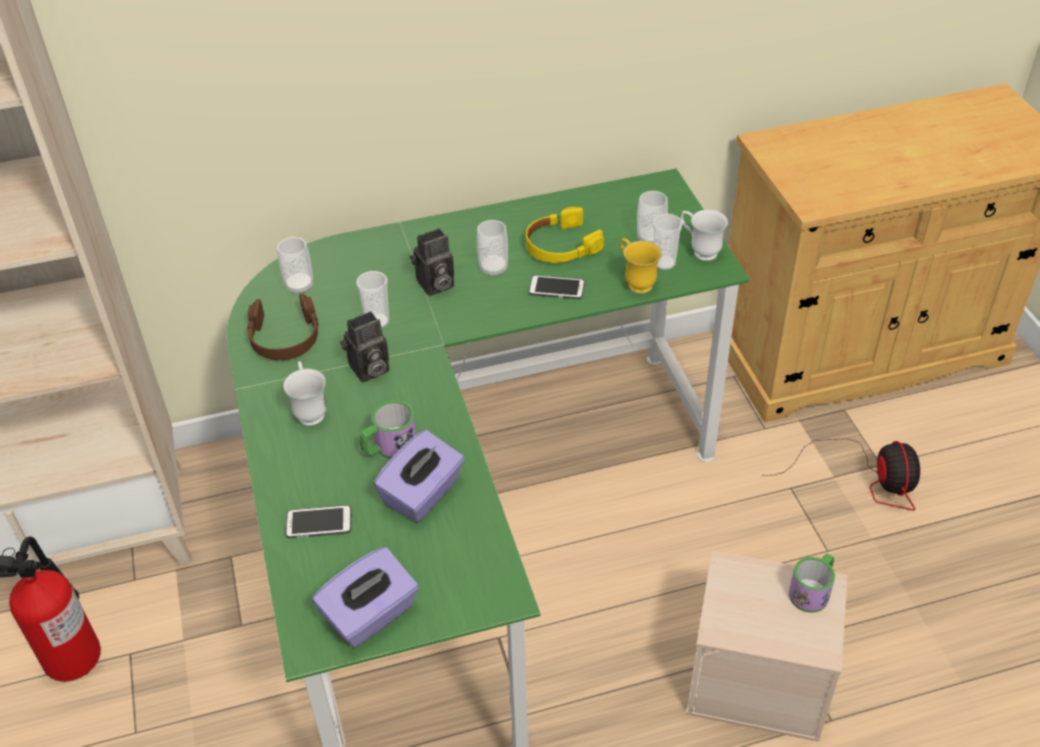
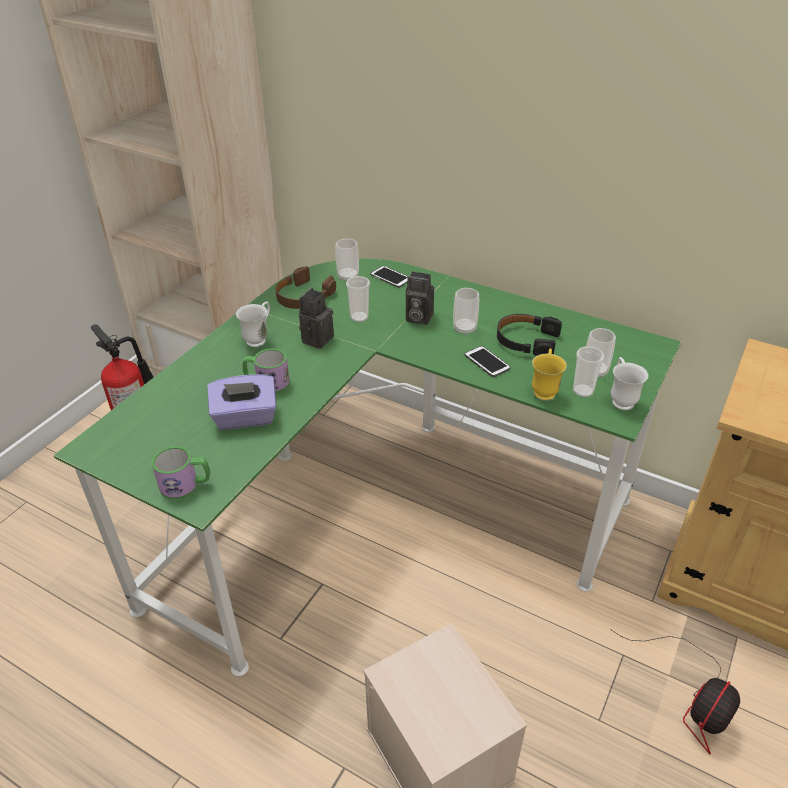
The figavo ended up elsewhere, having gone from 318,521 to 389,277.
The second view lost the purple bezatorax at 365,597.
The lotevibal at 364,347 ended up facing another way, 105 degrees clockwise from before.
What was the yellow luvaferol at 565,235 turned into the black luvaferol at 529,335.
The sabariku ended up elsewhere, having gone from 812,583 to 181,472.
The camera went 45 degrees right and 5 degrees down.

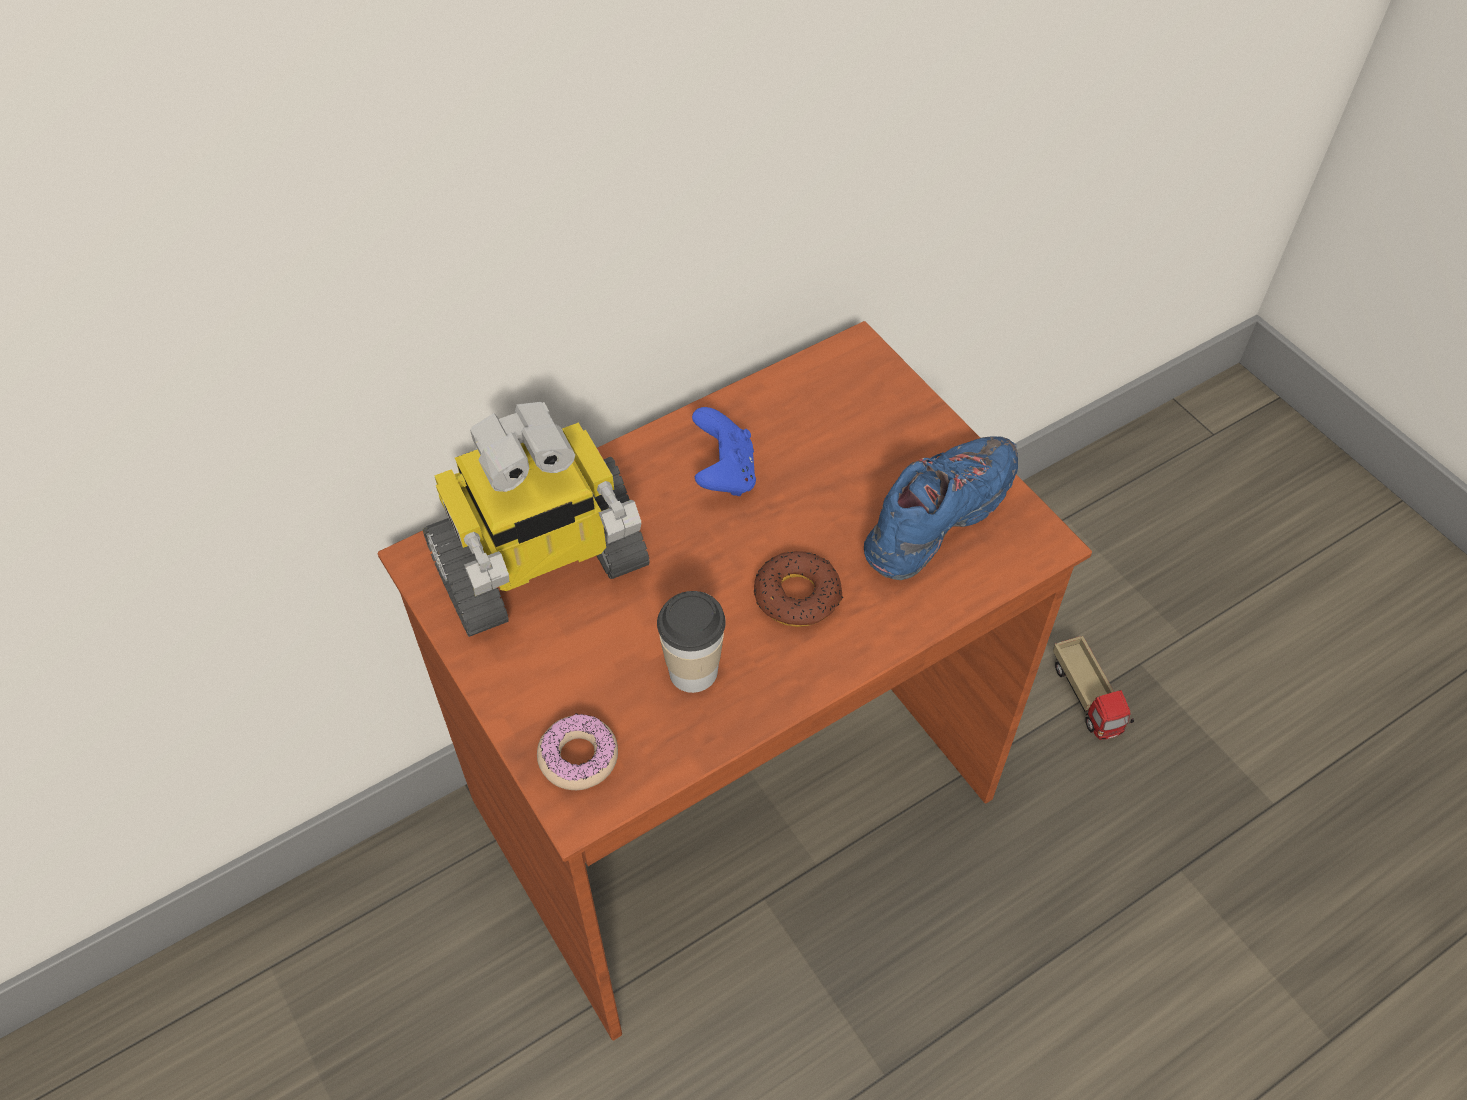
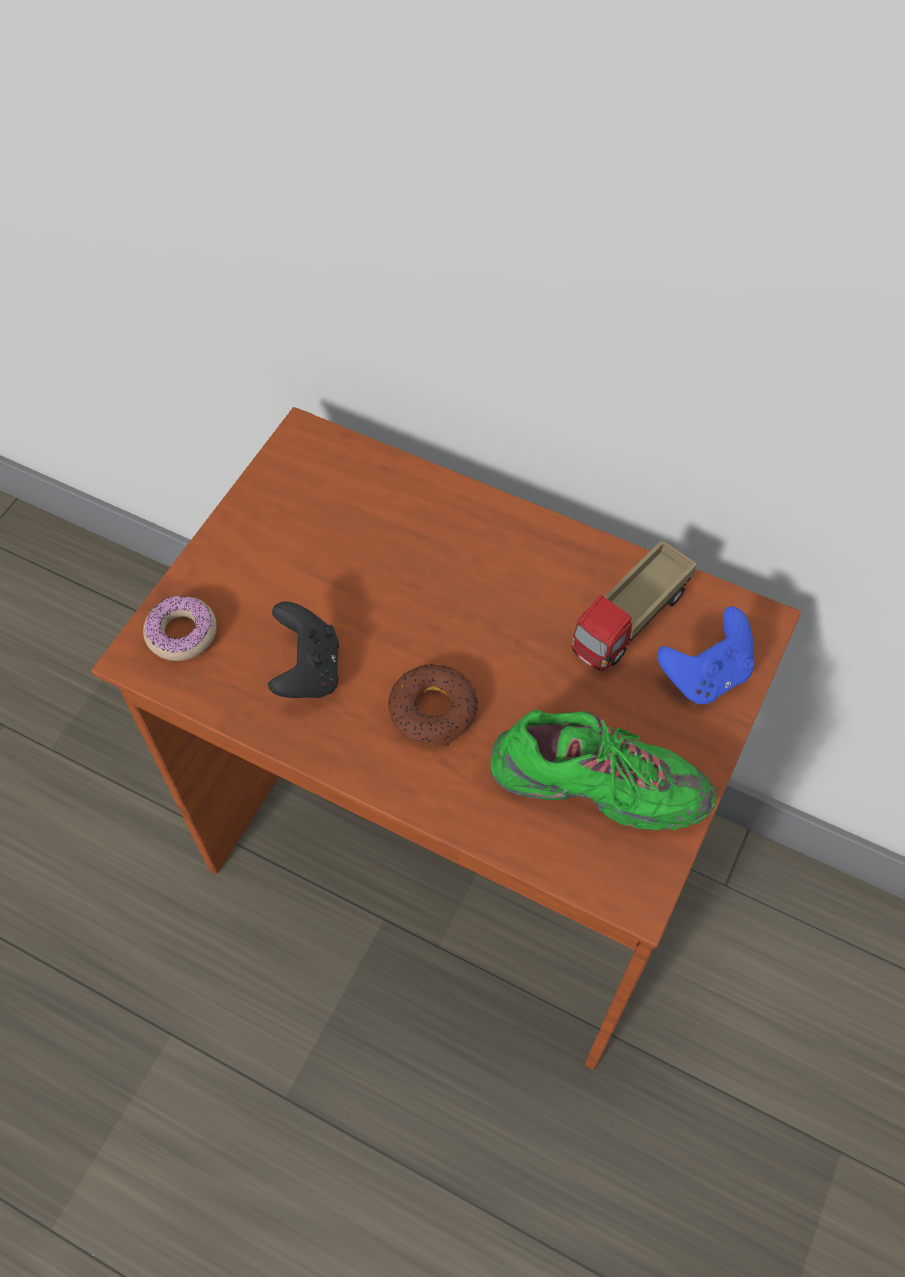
The second view lost the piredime at 536,519.
Where the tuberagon stood at 691,642, the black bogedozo came to stand at 303,649.
The blue bogedozo ended up elsewhere, having gone from 724,451 to 705,655.
What was the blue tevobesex at 941,508 turned into the green tevobesex at 604,770.
The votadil ended up elsewhere, having gone from 1093,688 to 634,605.
The camera went 60 degrees right and 5 degrees up.

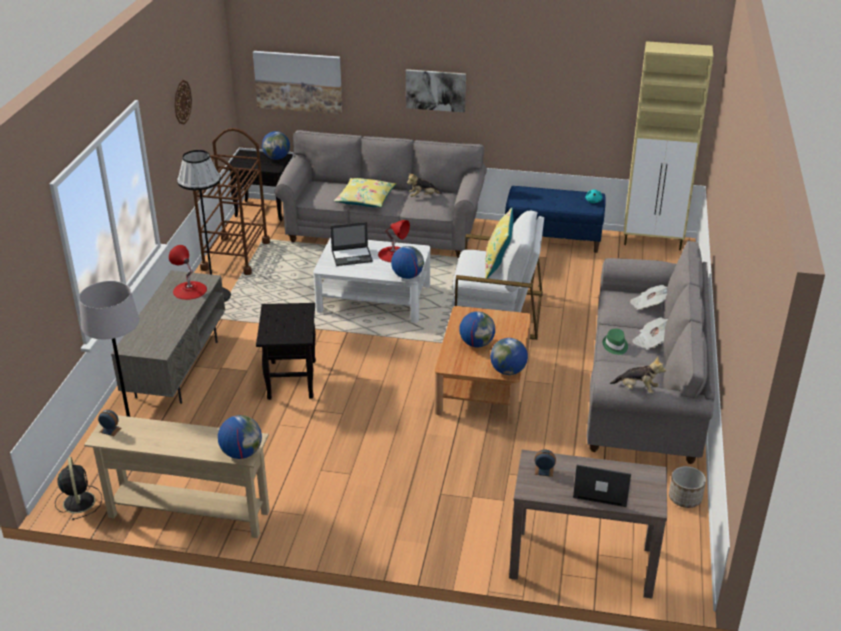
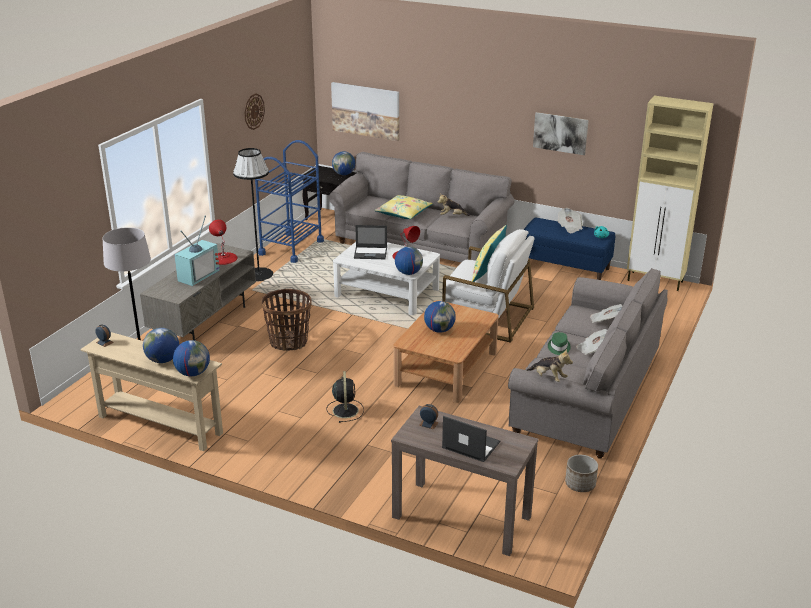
The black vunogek ended up elsewhere, having gone from 78,488 to 345,397.
What was the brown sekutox at 231,201 turned into the blue sekutox at 289,201.
Where the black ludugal stood at 286,351, the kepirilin came to stand at 286,320.
The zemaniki ended up elsewhere, having gone from 436,91 to 561,133.
The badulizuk ended up elsewhere, having gone from 509,356 to 161,345.
The second view gained the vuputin at 197,250.
The second view gained the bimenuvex at 570,221.
The camera went 15 degrees right and 5 degrees down.

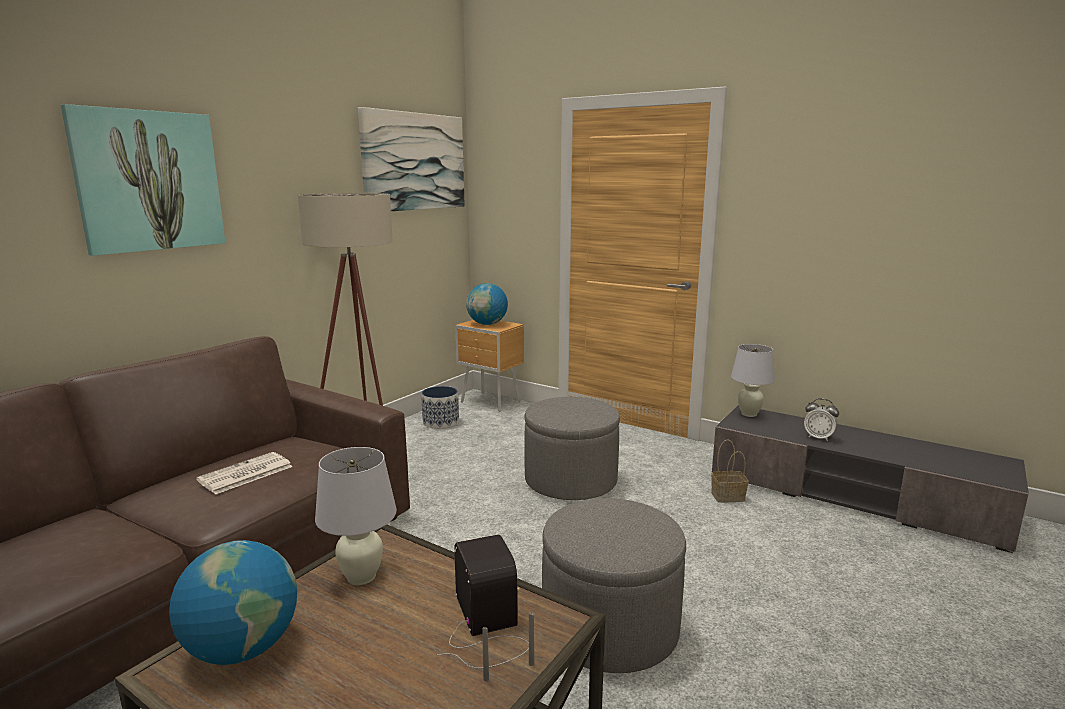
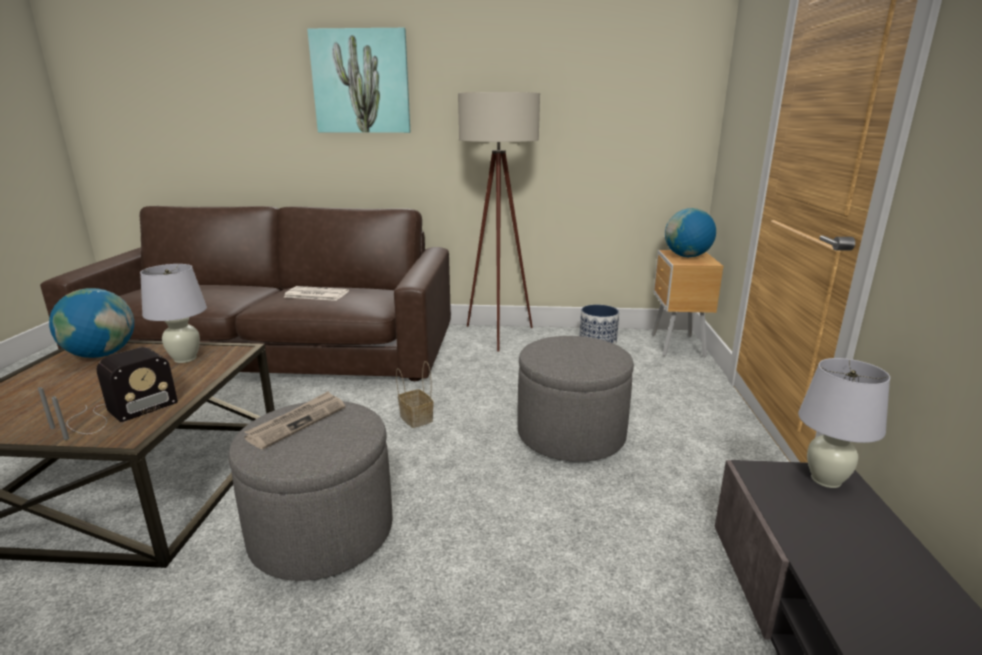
The second view lost the zemaniki at 411,159.
The kepirilin ended up elsewhere, having gone from 729,470 to 415,394.
The second view lost the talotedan at 821,420.
The second view gained the bimenuvex at 294,420.
The camera went 60 degrees right and 5 degrees up.

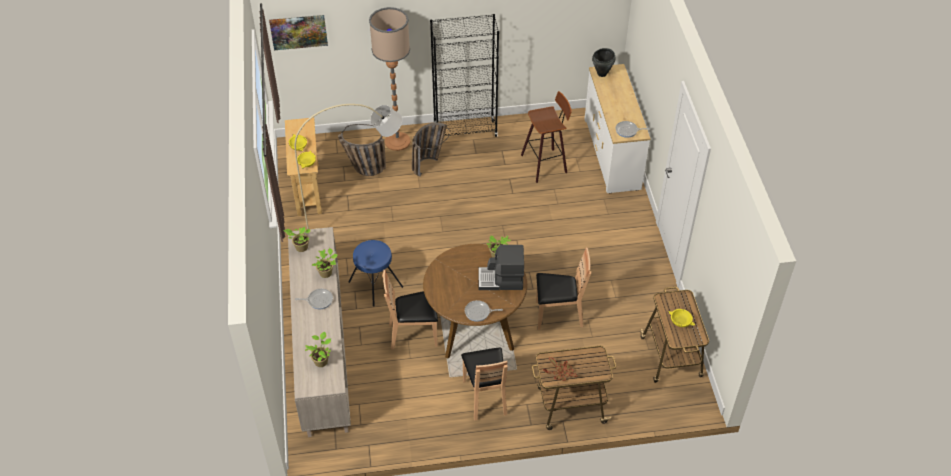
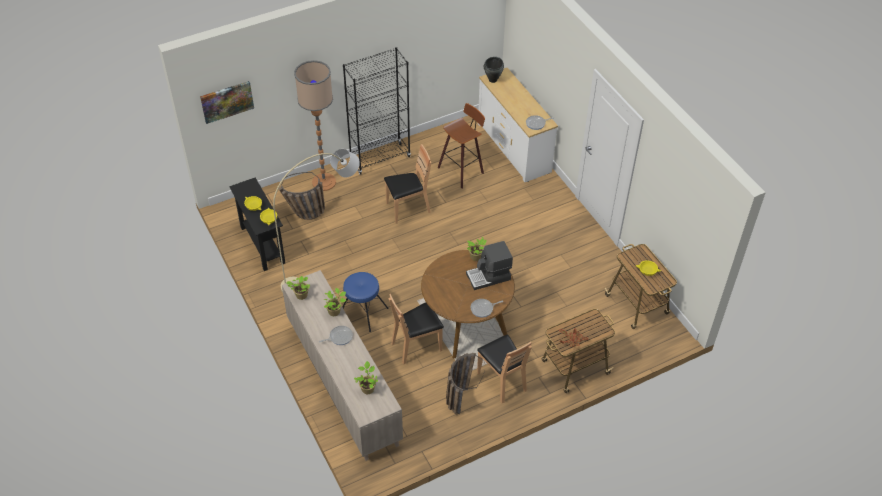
What was the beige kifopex at 303,166 turned into the black kifopex at 257,224.
The kepirilin ended up elsewhere, having gone from 431,149 to 465,383.
The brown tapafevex ended up elsewhere, having gone from 563,289 to 407,184.
The camera went 20 degrees left and 0 degrees up.

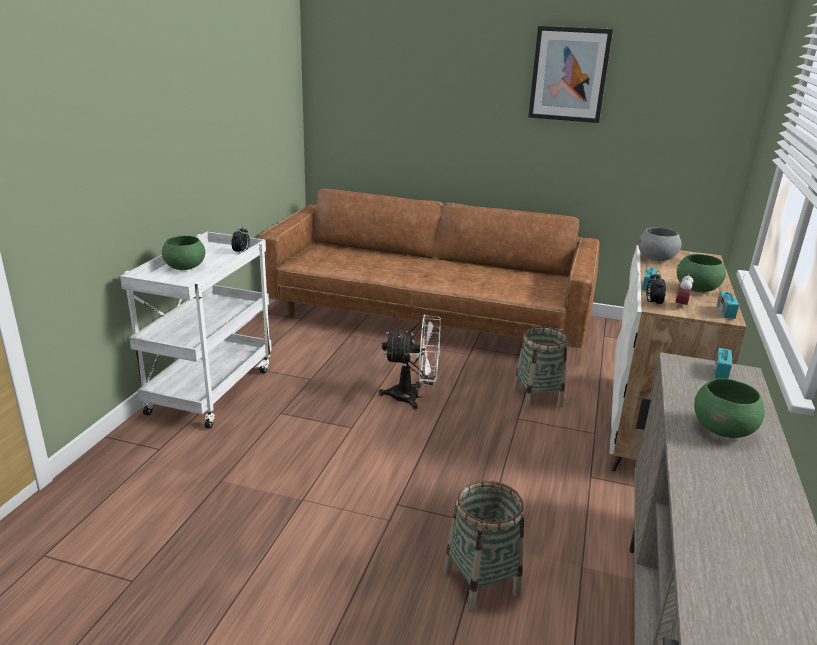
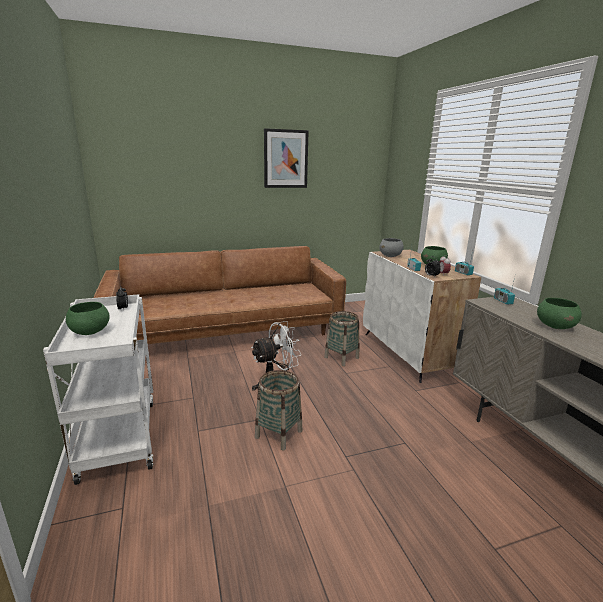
The kepirilin ended up elsewhere, having gone from 484,546 to 278,410.
The camera went 35 degrees left and 5 degrees down.

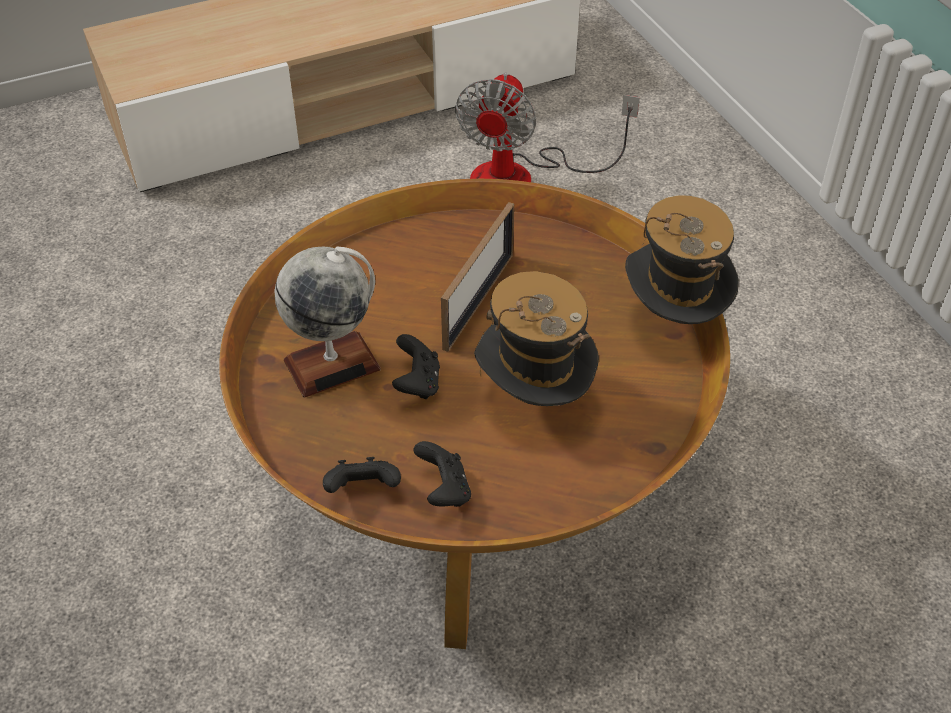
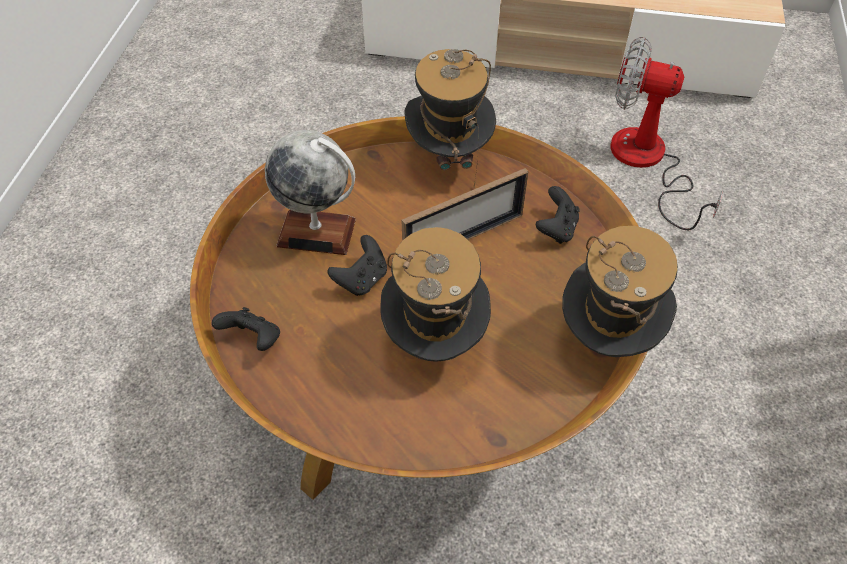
The black bogedozo ended up elsewhere, having gone from 442,474 to 558,215.
The vunogek at 547,127 ended up facing another way, 60 degrees clockwise from before.
The second view gained the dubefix at 450,118.
The camera went 35 degrees right and 5 degrees up.

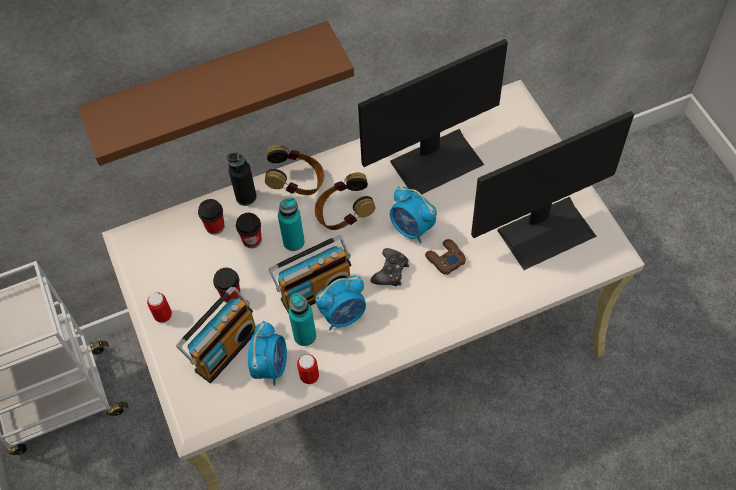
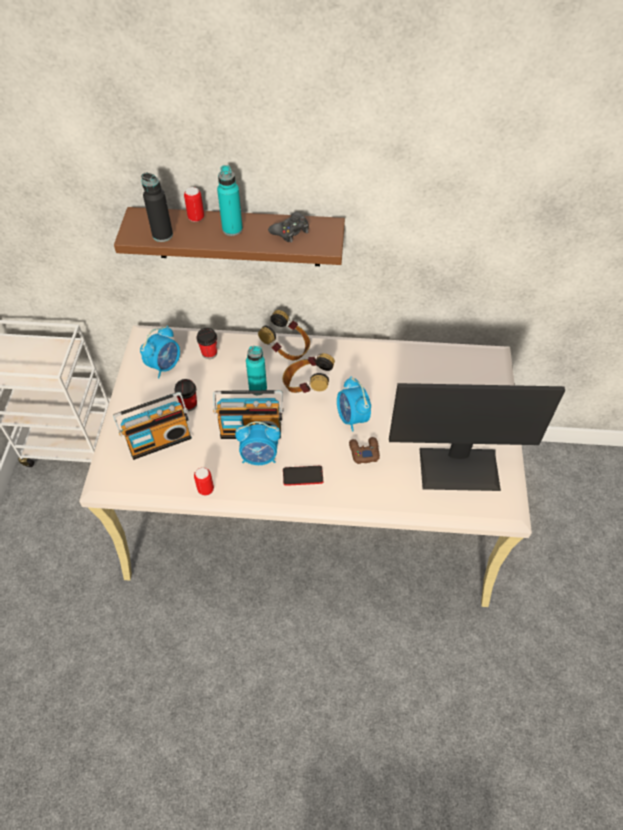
The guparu ended up elsewhere, having gone from 159,307 to 194,204.
The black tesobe ended up elsewhere, having gone from 242,179 to 157,207.
The second view lost the tuberagon at 249,230.
The talotedan ended up elsewhere, having gone from 267,353 to 160,351.
The turquoise tesobe ended up elsewhere, having gone from 302,319 to 230,200.
The second view lost the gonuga at 433,116.
The black bogedozo ended up elsewhere, having gone from 390,267 to 288,227.
The second view gained the figavo at 303,476.
The camera went 25 degrees right and 5 degrees down.

